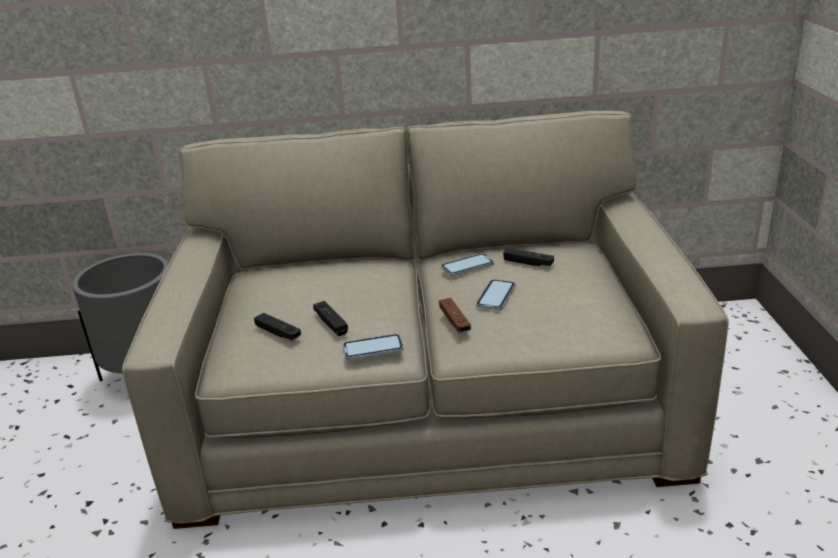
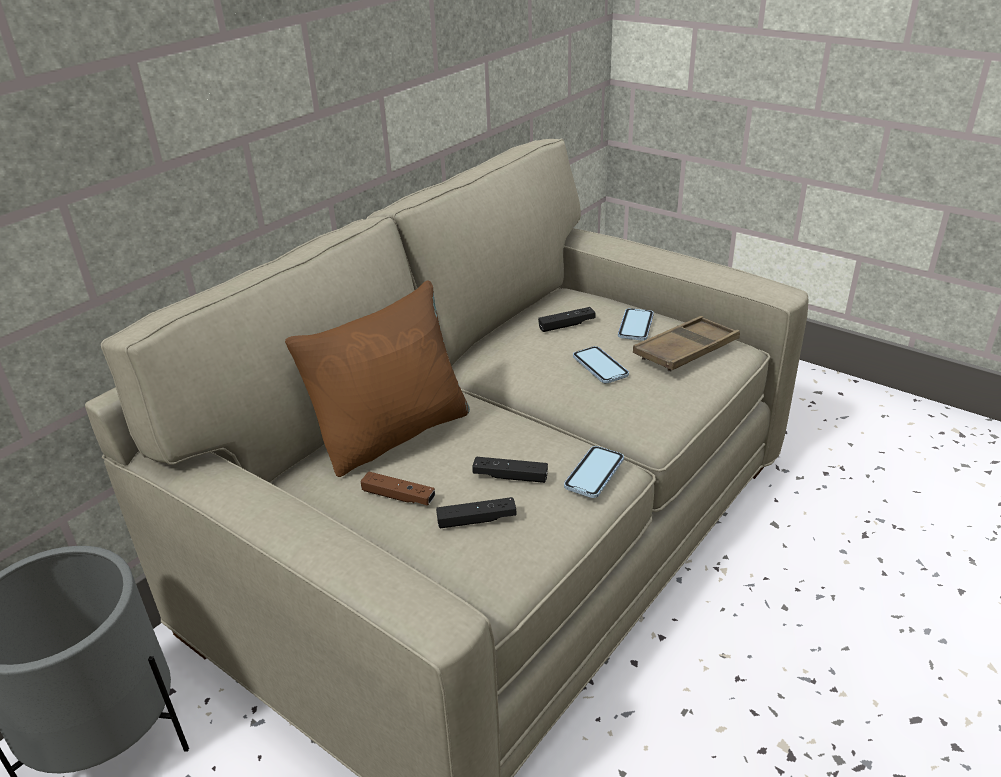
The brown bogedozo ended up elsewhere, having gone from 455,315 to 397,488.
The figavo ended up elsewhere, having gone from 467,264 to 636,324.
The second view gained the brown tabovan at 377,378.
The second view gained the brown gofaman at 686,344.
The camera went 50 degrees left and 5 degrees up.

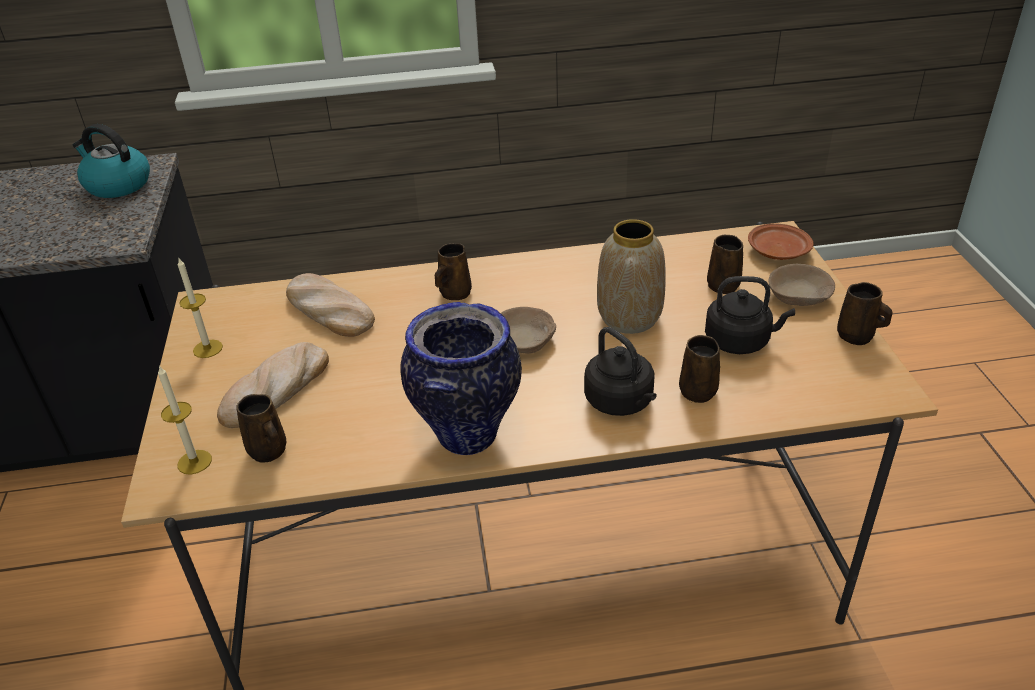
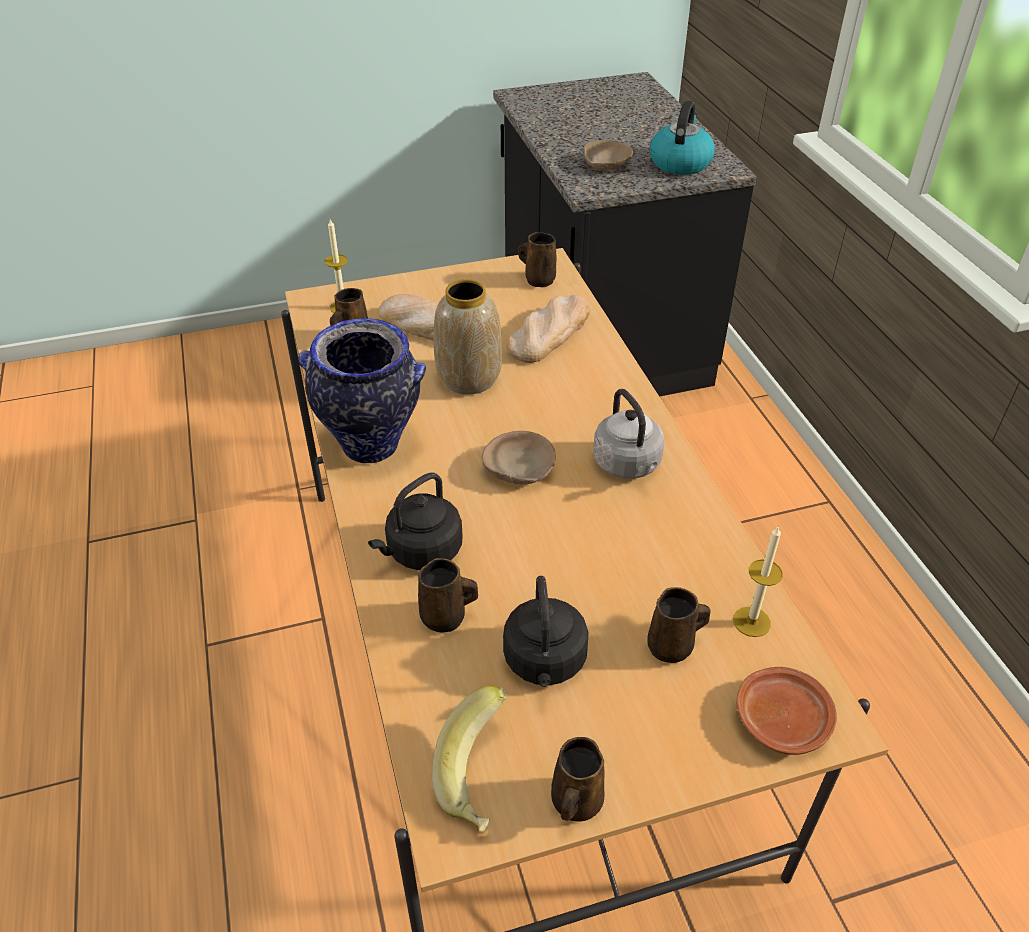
The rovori ended up elsewhere, having gone from 200,308 to 758,581.
The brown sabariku ended up elsewhere, having gone from 453,271 to 537,259.
The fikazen ended up elsewhere, having gone from 631,276 to 468,336.
The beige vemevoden ended up elsewhere, having gone from 802,285 to 608,155.
The second view gained the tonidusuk at 469,759.
The second view gained the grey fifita at 628,434.
The camera went 80 degrees right and 5 degrees up.

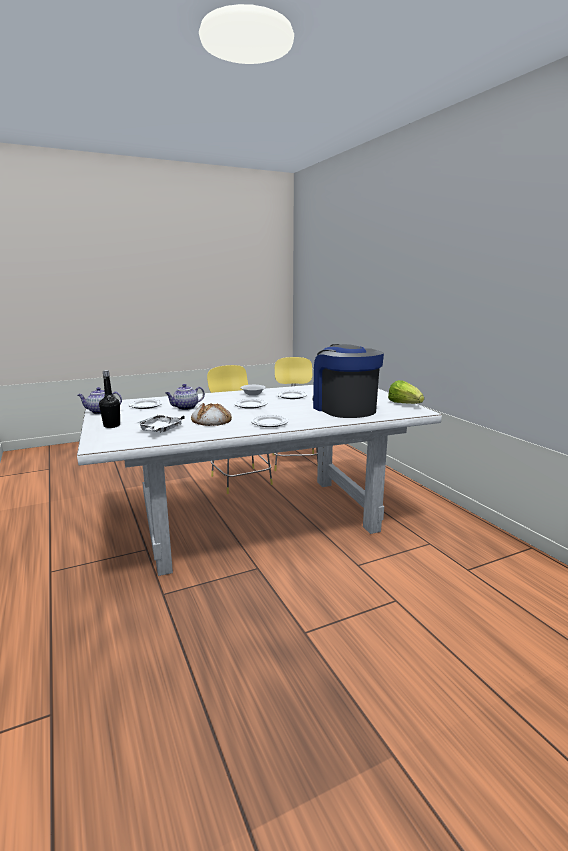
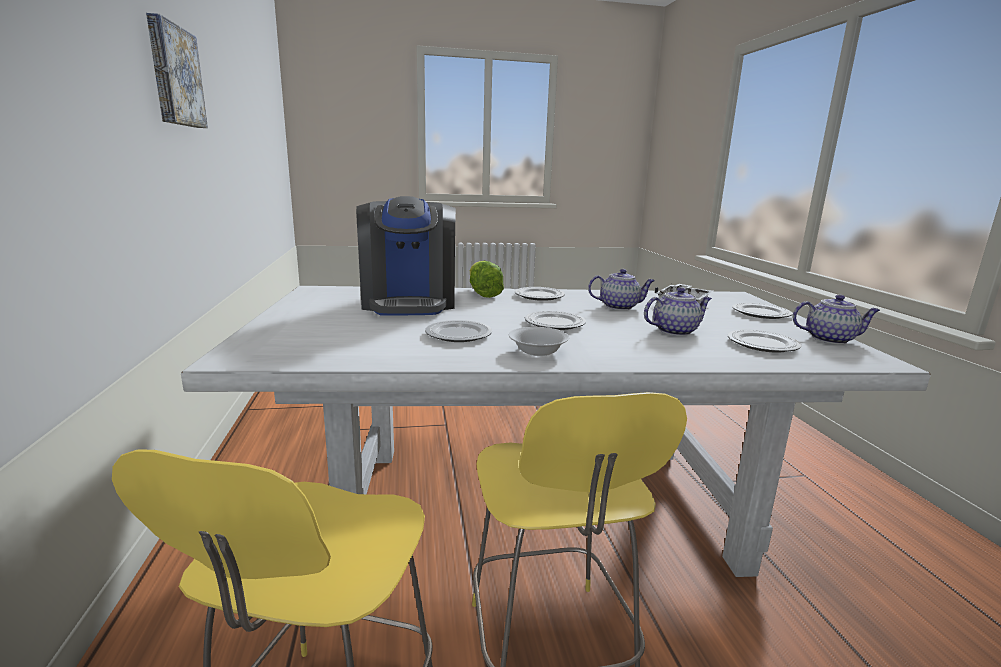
Where the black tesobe stood at 109,399, the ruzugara came to stand at 762,311.
Where the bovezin stood at 211,414, the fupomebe came to stand at 621,289.
The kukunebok ended up elsewhere, having gone from 406,392 to 487,279.
The second view gained the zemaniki at 177,70.
The camera went 165 degrees left and 0 degrees up.

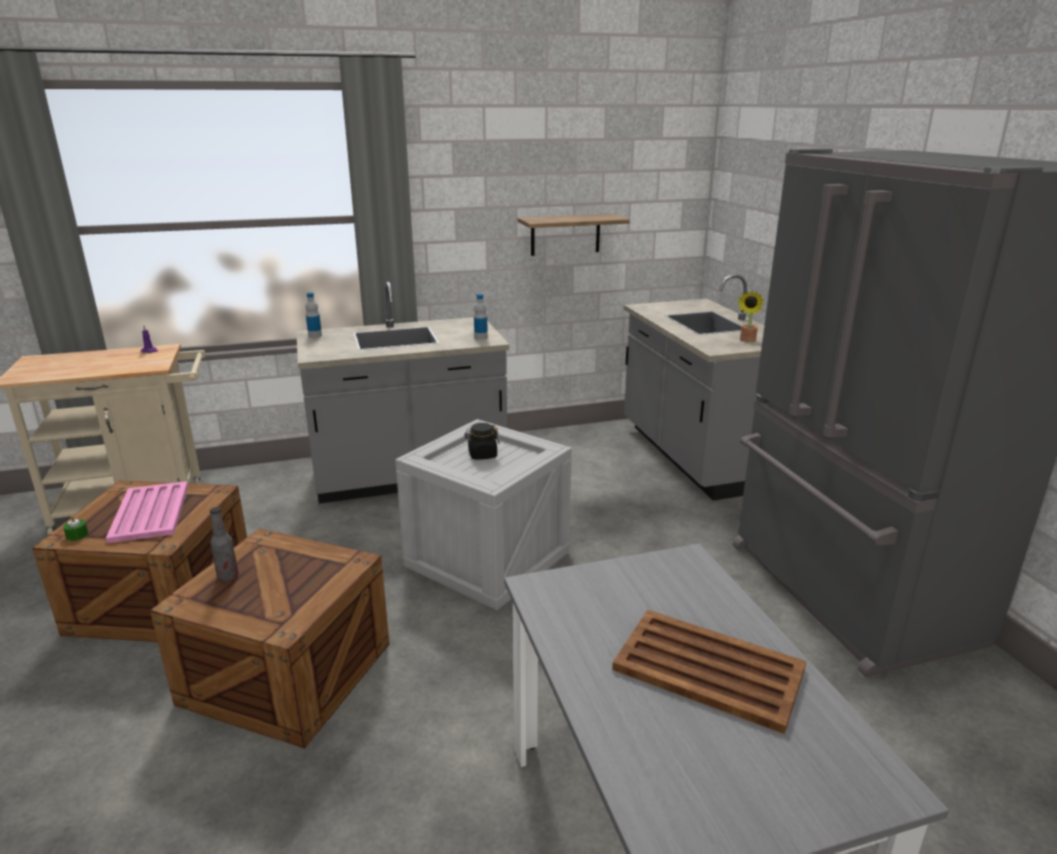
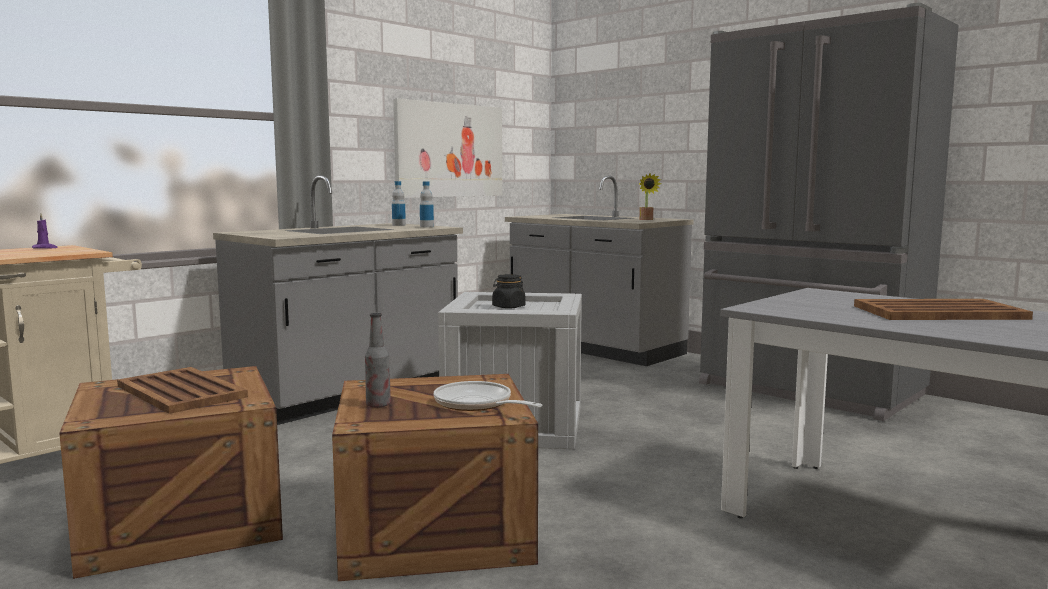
The second view lost the green rovori at 76,528.
What was the pink gofaman at 147,512 turned into the brown gofaman at 182,390.
The tesobe ended up elsewhere, having gone from 313,315 to 399,203.
Where the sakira hung at 573,235, the zemaniki came to hang at 447,148.
The second view gained the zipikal at 488,396.
The camera went 30 degrees left and 15 degrees down.

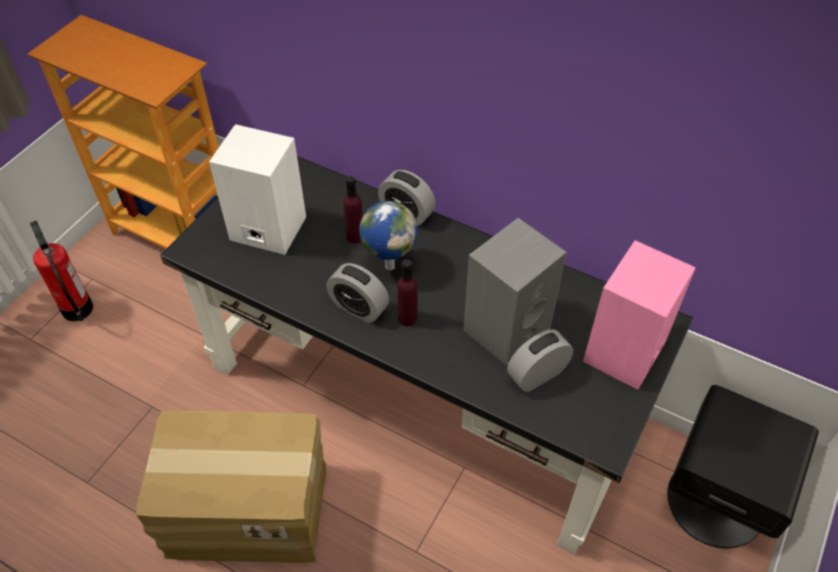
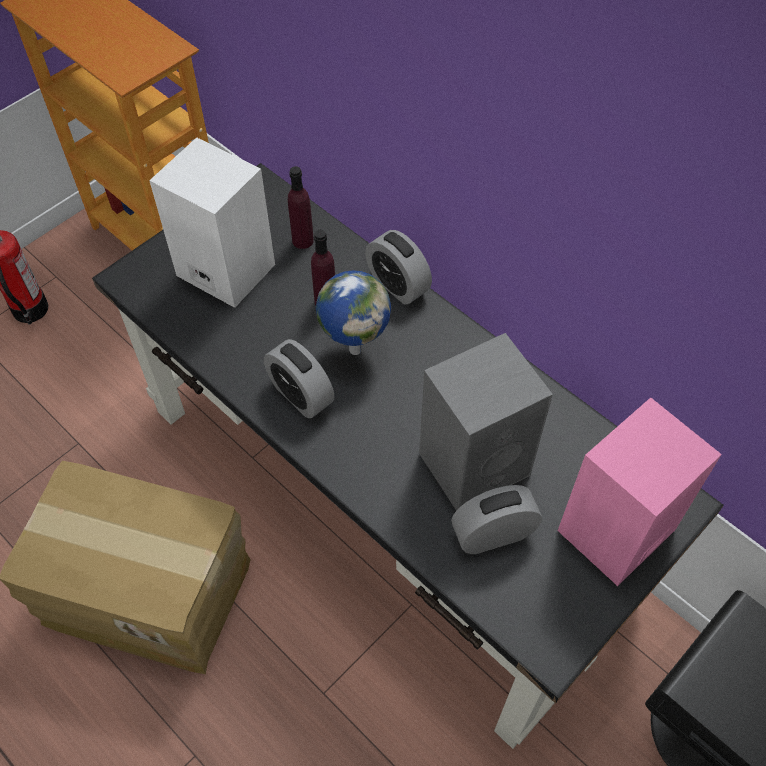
The purple tesobe ended up elsewhere, having gone from 407,292 to 301,207.
The camera went 15 degrees right and 5 degrees up.

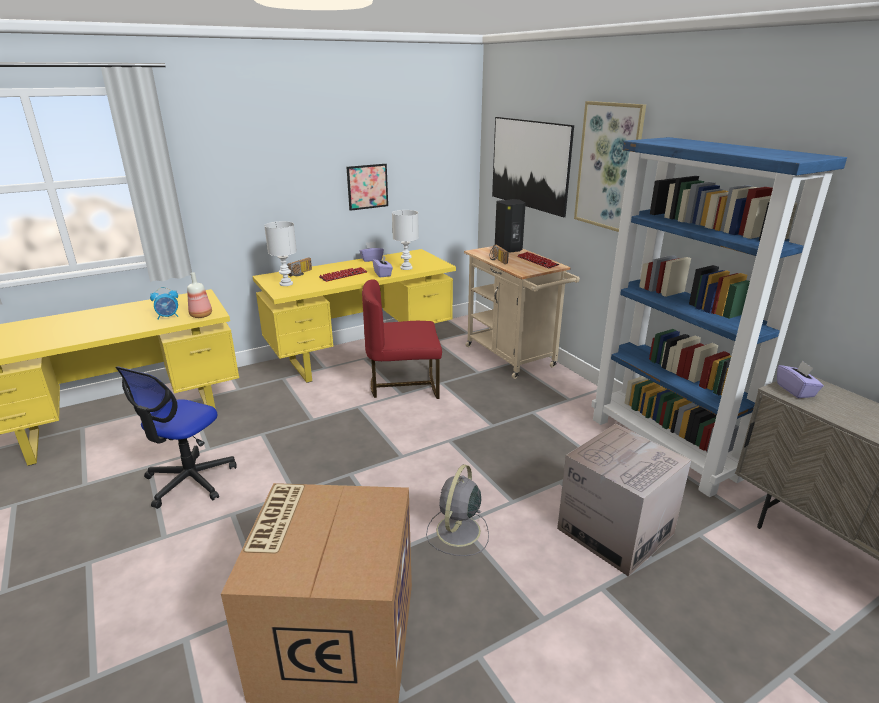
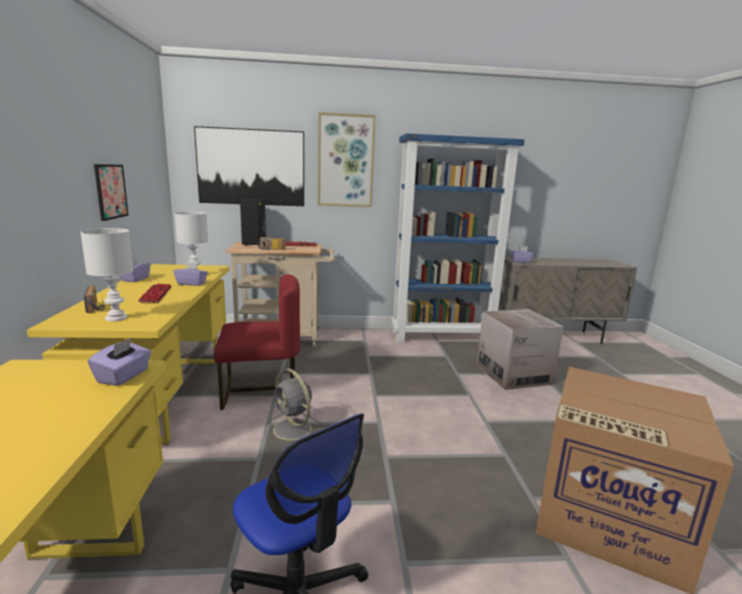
The second view lost the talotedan at 164,303.
Where the tesobe stood at 199,295, the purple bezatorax came to stand at 119,361.
The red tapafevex at 402,339 ended up facing another way, 120 degrees counterclockwise from before.
The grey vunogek ended up elsewhere, having gone from 457,510 to 293,408.
The camera went 65 degrees left and 10 degrees down.

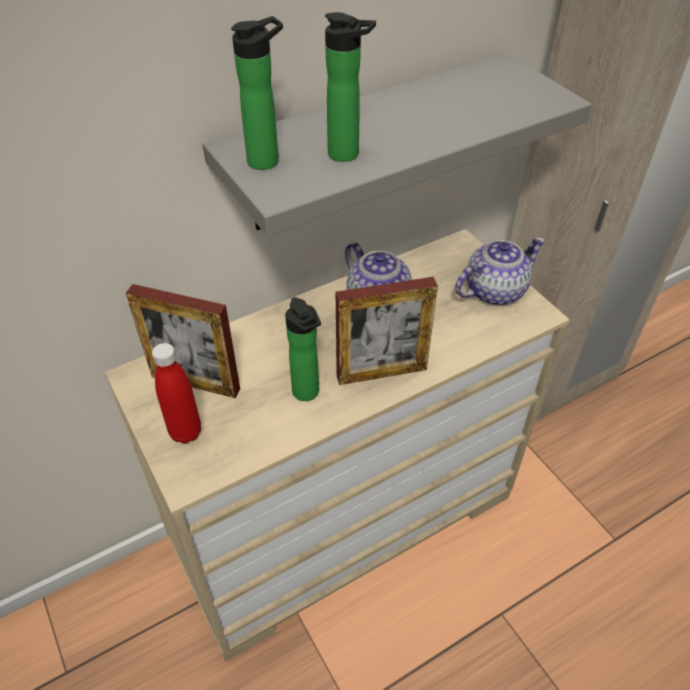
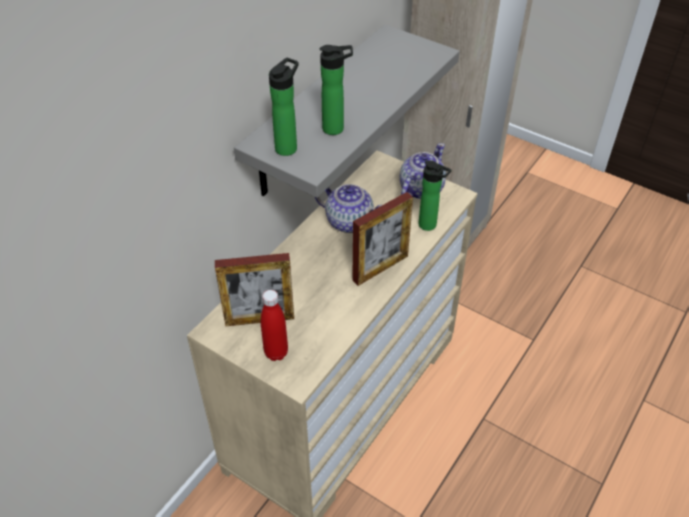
The tesobe ended up elsewhere, having gone from 303,349 to 434,195.
The camera went 25 degrees left and 0 degrees up.

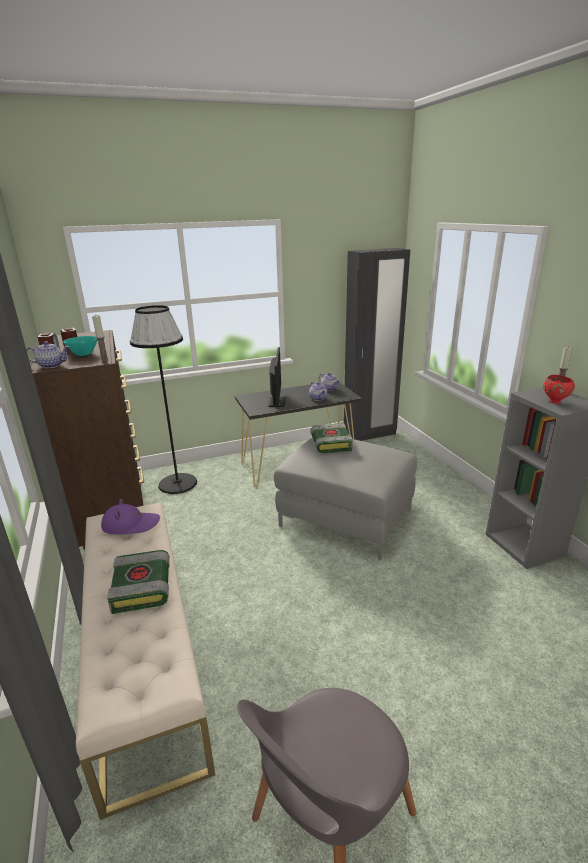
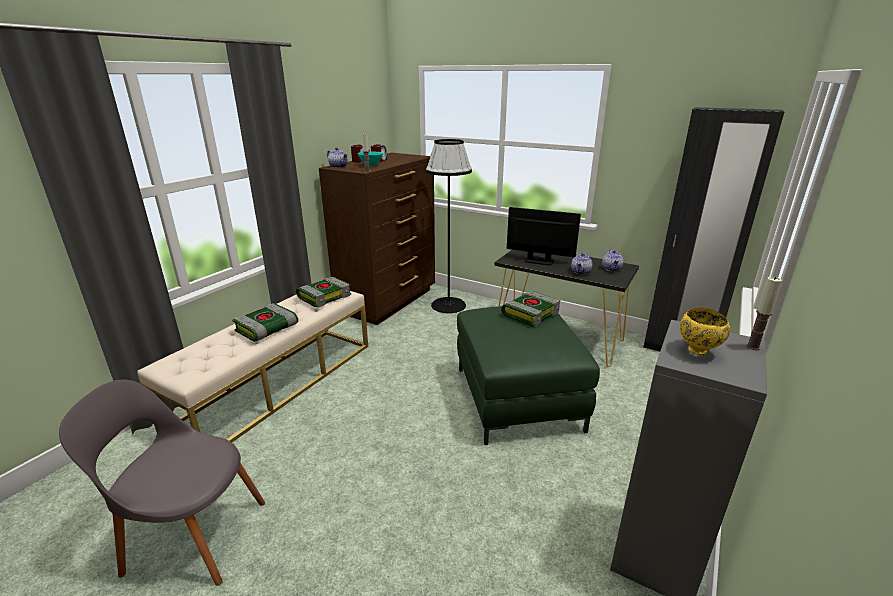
Where the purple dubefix stood at 130,516, the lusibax came to stand at 323,292.
The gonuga at 277,377 ended up facing another way, 120 degrees counterclockwise from before.
What was the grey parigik at 345,498 turned into the green parigik at 528,375.
What was the red vemevoden at 559,389 turned into the yellow vemevoden at 705,331.
The camera went 50 degrees right and 0 degrees up.

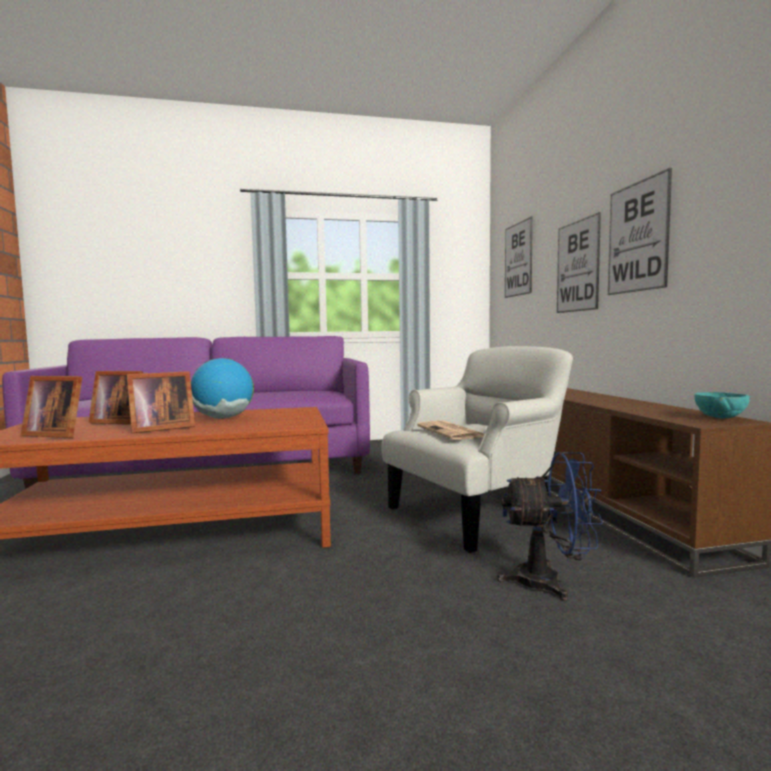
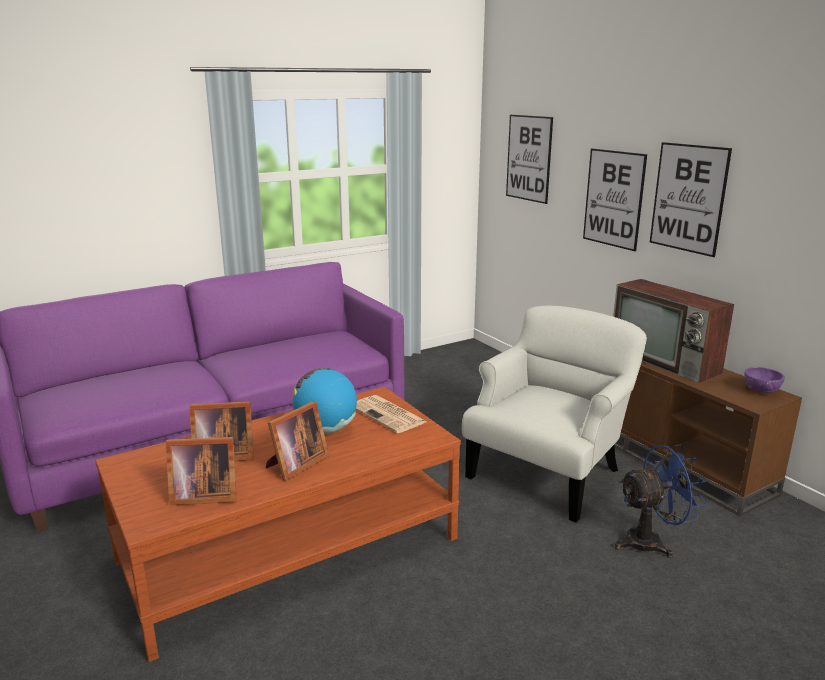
The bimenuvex ended up elsewhere, having gone from 450,430 to 391,414.
What was the turquoise vemevoden at 722,405 turned into the purple vemevoden at 764,380.
The second view gained the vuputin at 673,331.
The camera went 20 degrees left and 15 degrees up.

